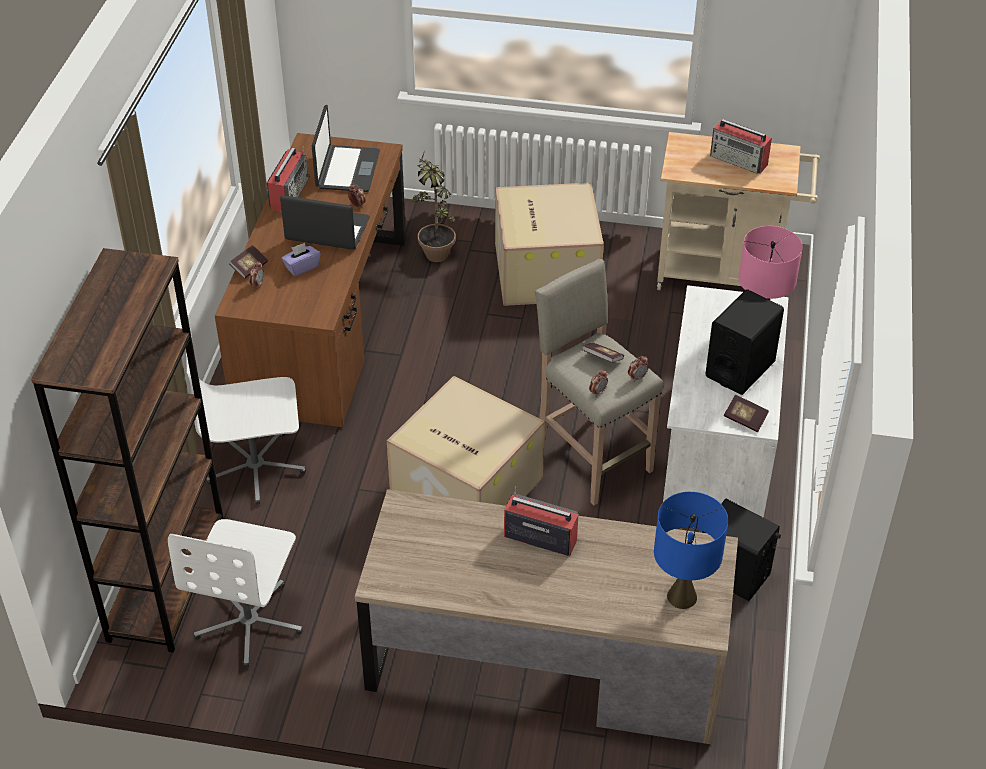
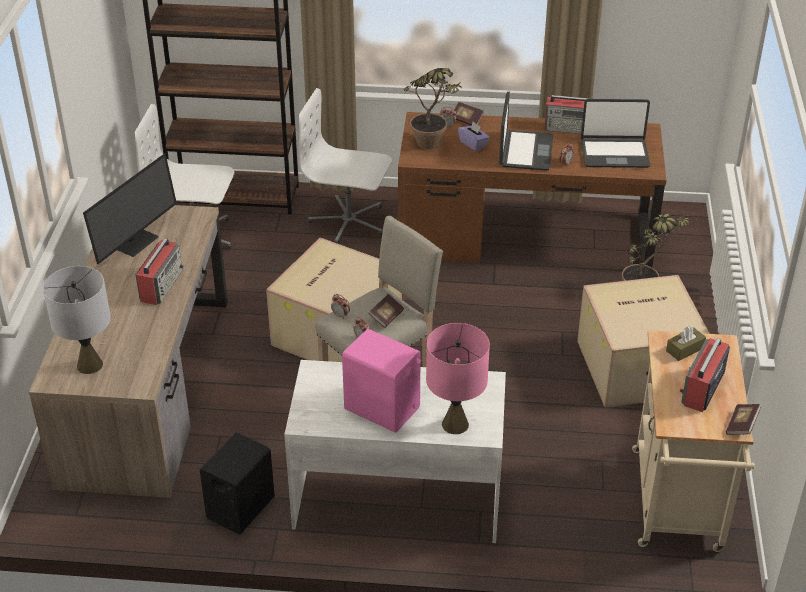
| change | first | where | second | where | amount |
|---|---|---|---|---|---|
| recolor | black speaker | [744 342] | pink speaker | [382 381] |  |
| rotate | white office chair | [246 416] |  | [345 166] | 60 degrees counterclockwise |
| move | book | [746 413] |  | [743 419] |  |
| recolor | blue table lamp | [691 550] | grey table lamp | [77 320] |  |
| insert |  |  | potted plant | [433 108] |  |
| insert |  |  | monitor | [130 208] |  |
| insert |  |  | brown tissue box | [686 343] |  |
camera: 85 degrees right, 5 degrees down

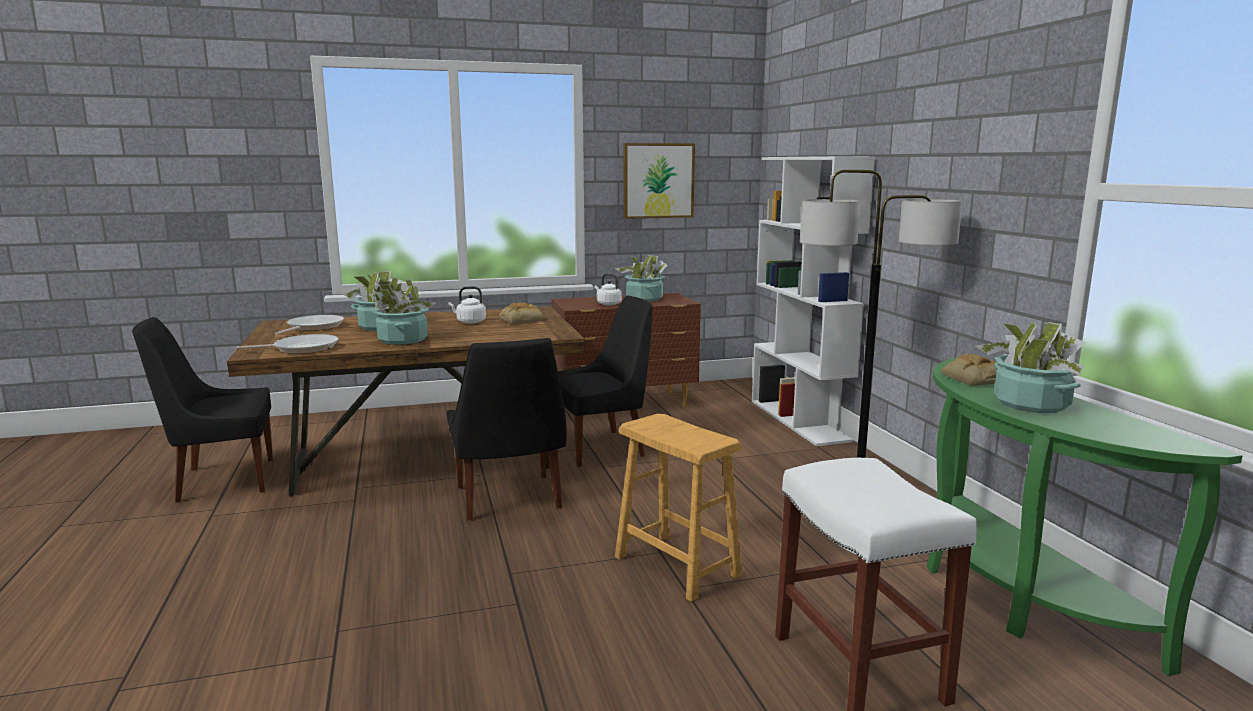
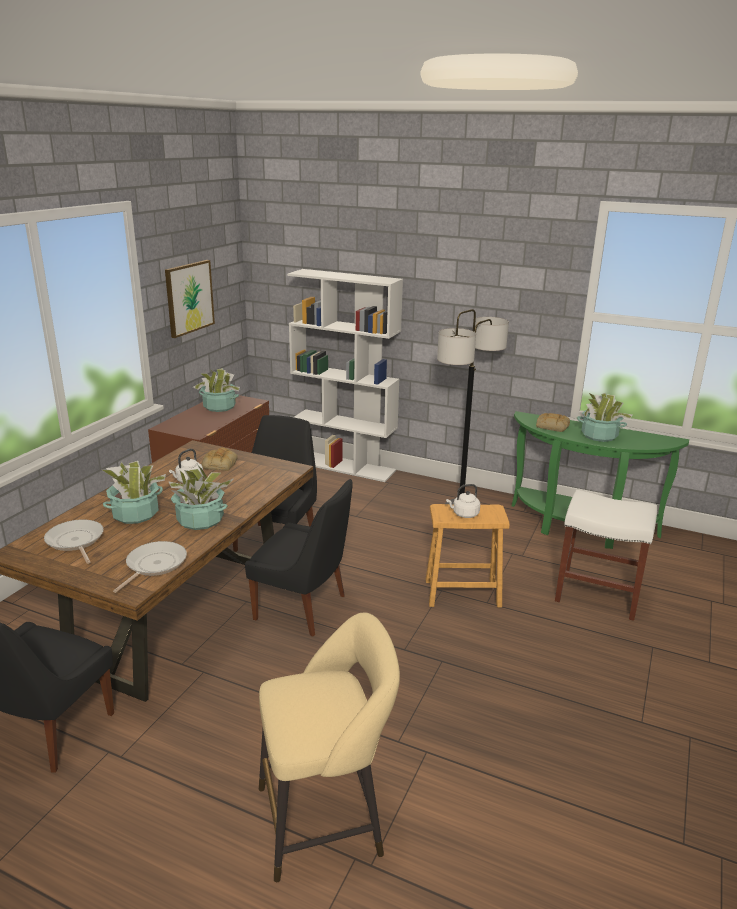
| change | first | where | second | where | amount |
|---|---|---|---|---|---|
| move | white kettle | [608 290] |  | [463 501] |  |
| insert |  |  | beige stool | [329 747] |  |
camera: 50 degrees left, 10 degrees up

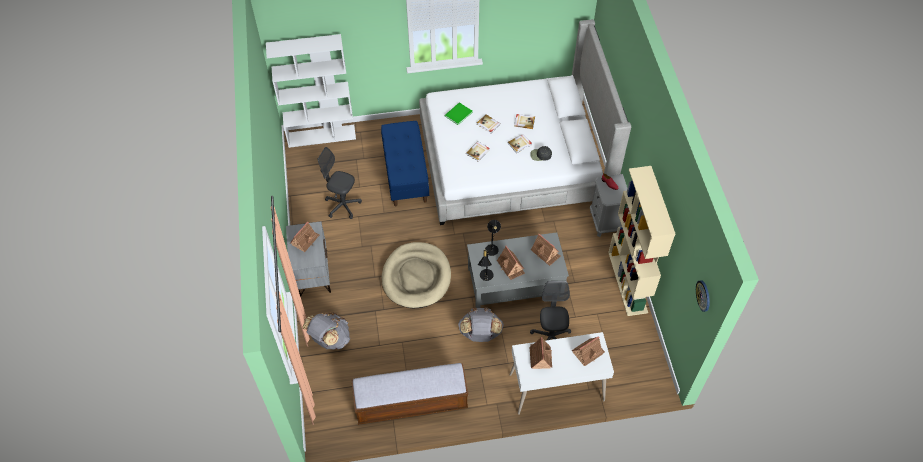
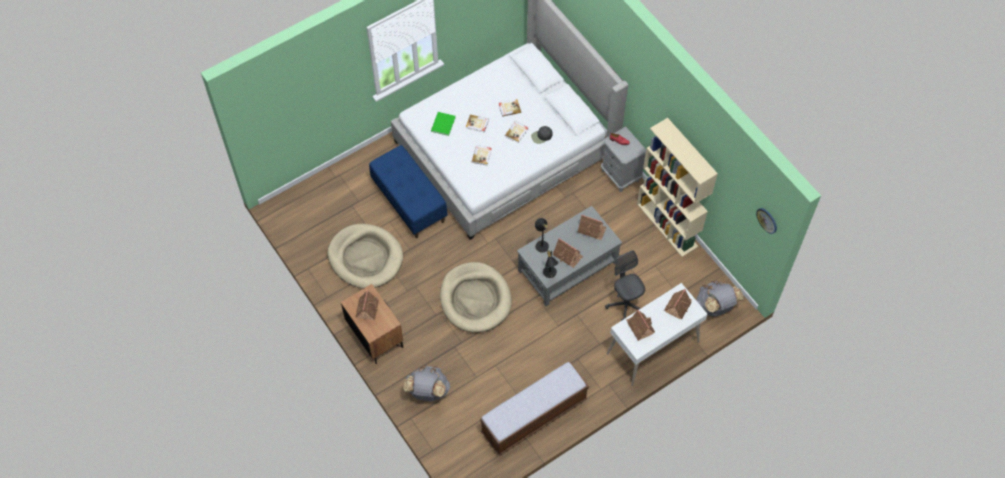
| change | first | where | second | where | amount |
|---|---|---|---|---|---|
| delete | white bookcase | [311 91] |  |  |  |
| replace | grey office chair | [340 183] | beige dog bed | [365 256] |  |
| recolor | grey nightstand | [308 259] | brown nightstand | [372 324] |  |
| move | grey backpack | [481 324] |  | [720 299] |  |
camera: 25 degrees left, 5 degrees up

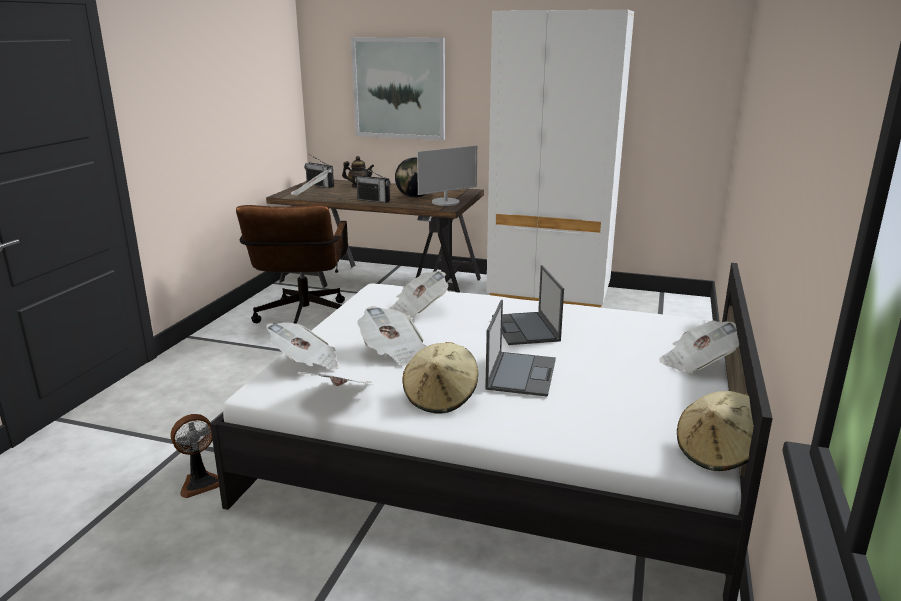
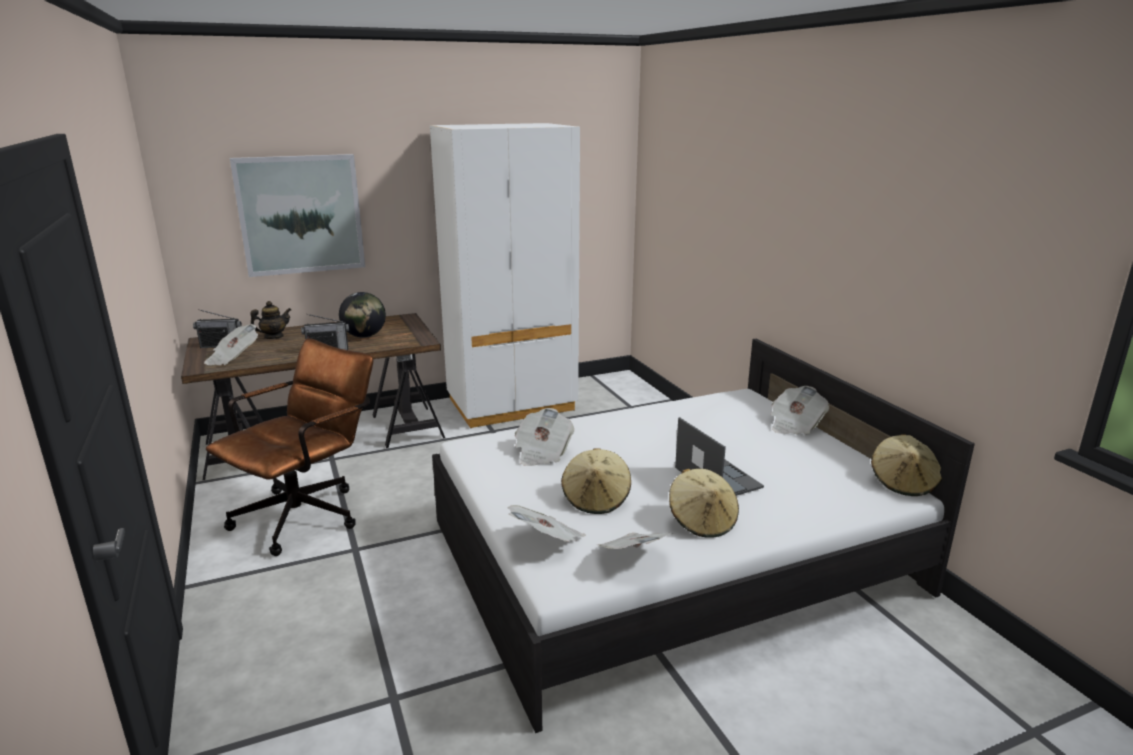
| change | first | where | second | where | amount |
|---|---|---|---|---|---|
| delete | monitor | [447 175] |  |  |  |
| rotate | brown office chair | [292 264] |  | [289 447] | 105 degrees counterclockwise |
| delete | laptop | [528 305] |  |  |  |
| replace | newspaper | [392 336] | beige hat | [596 481] |  |
| delete | fan | [195 456] |  |  |  |
camera: 40 degrees left, 0 degrees up

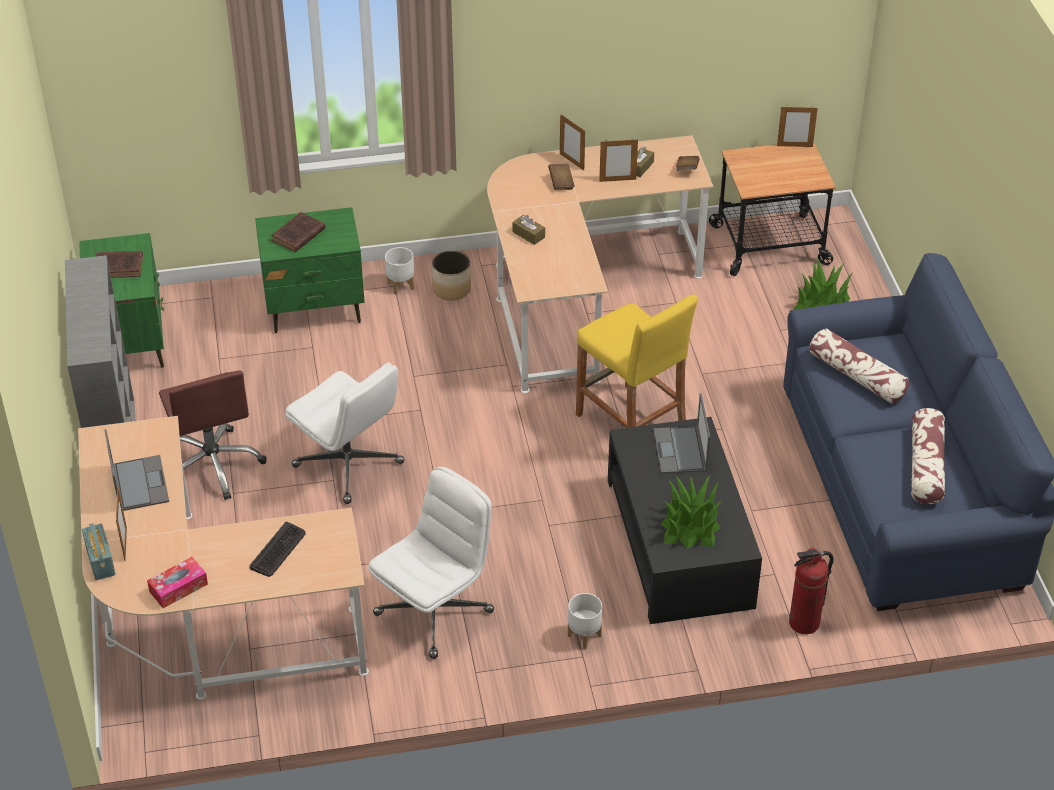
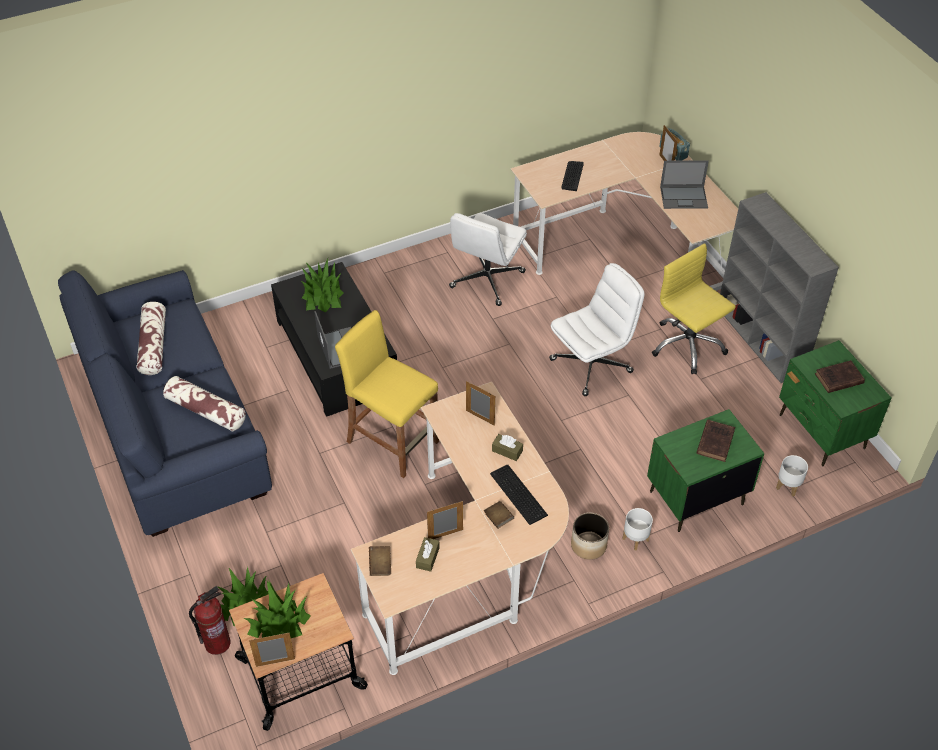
| change | first | where | second | where | amount |
|---|---|---|---|---|---|
| move | picture frame | [572 142] |  | [480 403] |  |
| rotate | white office chair | [345 433] |  | [596 329] | 120 degrees clockwise |
| recolor | brown office chair | [212 435] | yellow office chair | [694 309] |  |
| rotate | laptop | [137 470] |  | [684 184] | 60 degrees counterclockwise |
| move | fire extinguisher | [811 591] |  | [209 620] |  |
| delete | tissue box | [177 582] |  |  |  |
| move | white planter | [585 621] |  | [792 476] |  |
| insert |  |  | keyboard | [519 495] |  |
| insert |  |  | potted plant | [277 608] |  |
camera: 165 degrees right, 5 degrees up

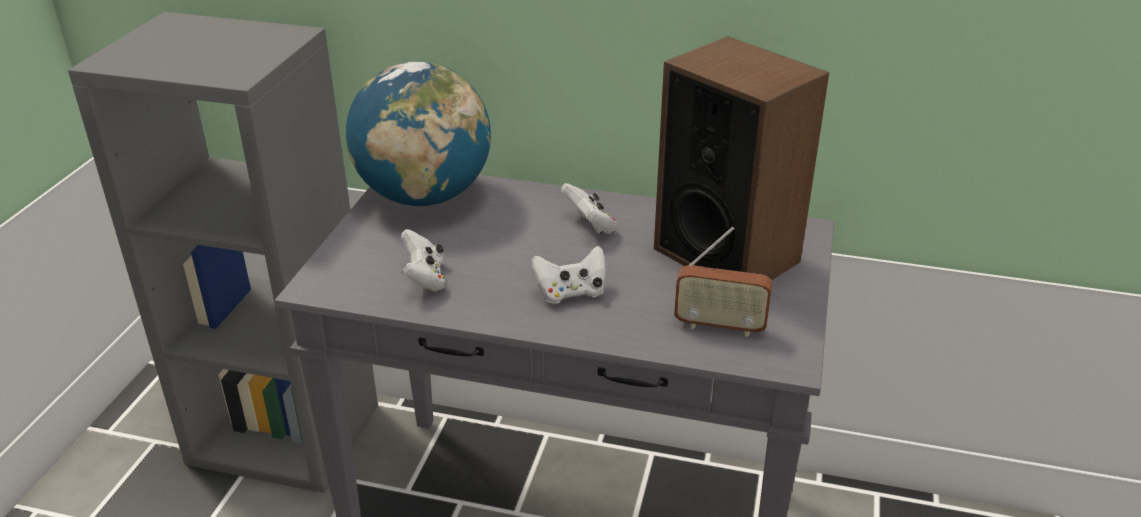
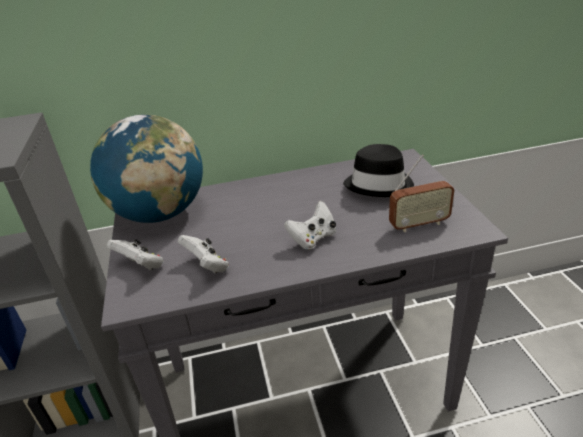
| change | first | where | second | where | amount |
|---|---|---|---|---|---|
| replace | speaker | [741 158] | black hat | [378 170] |  |
| move | white game controller | [589 208] |  | [135 255] |  |
camera: 25 degrees left, 0 degrees up

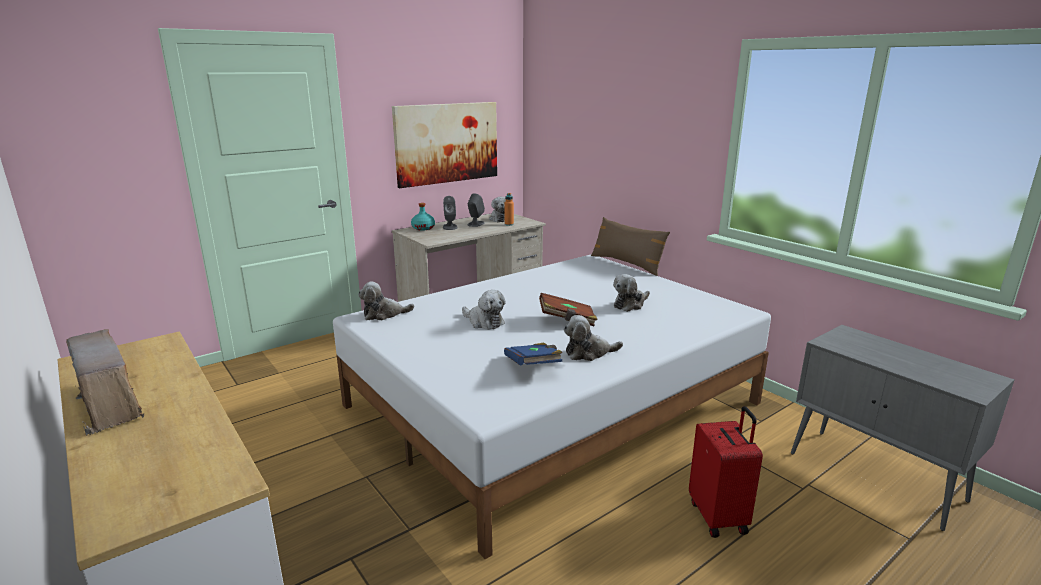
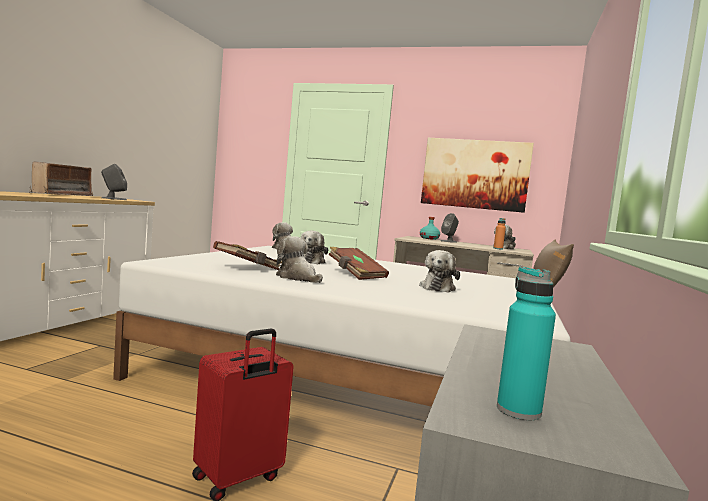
| change | first | where | second | where | amount |
|---|---|---|---|---|---|
| move | grey speaker | [476 210] |  | [114 182] |  |
| rotate | plush toy | [631 293] |  | [439 271] | 90 degrees counterclockwise |
| recolor | blue book | [533 354] | brown book | [247 255] |  |
| insert |  |  | turquoise bottle | [526 343] |  |
camera: 55 degrees right, 15 degrees down

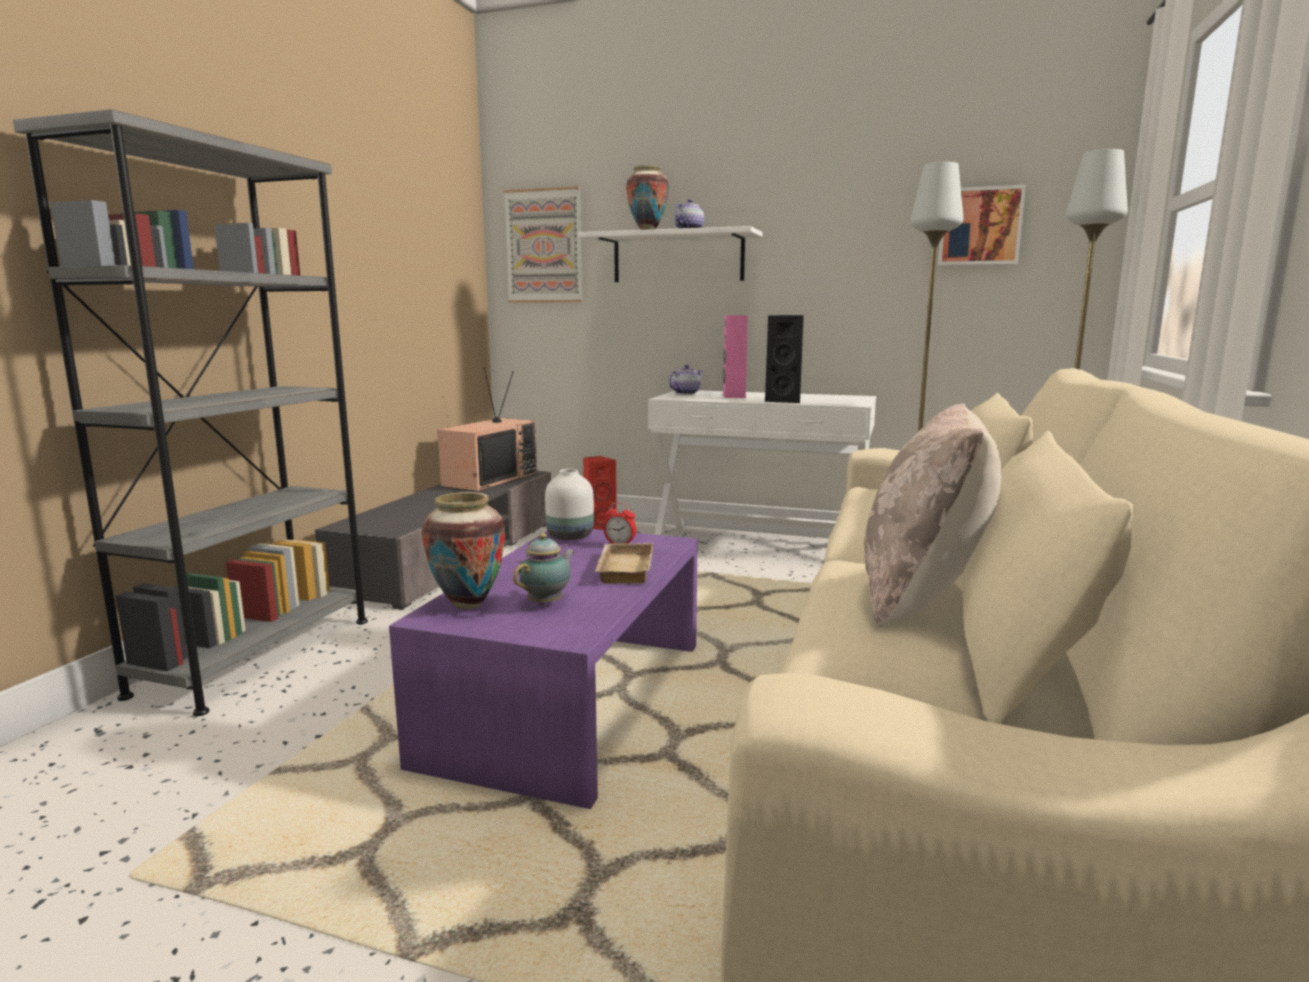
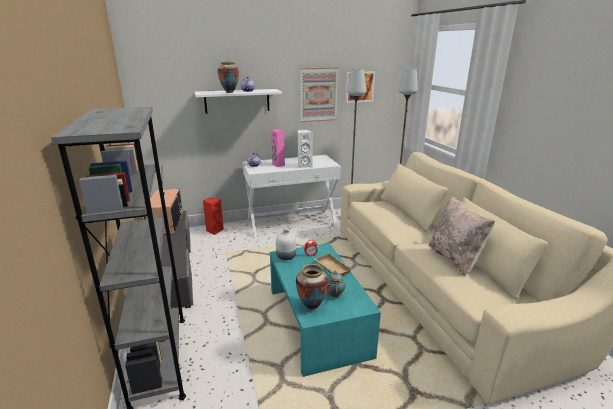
| change | first | where | second | where | amount |
|---|---|---|---|---|---|
| move | picture | [543 244] |  | [319 94] |  |
| recolor | black speaker | [784 359] | white speaker | [305 149] |  |
| recolor | purple coffee table | [543 669] | turquoise coffee table | [325 310] |  |
camera: 35 degrees left, 10 degrees up

